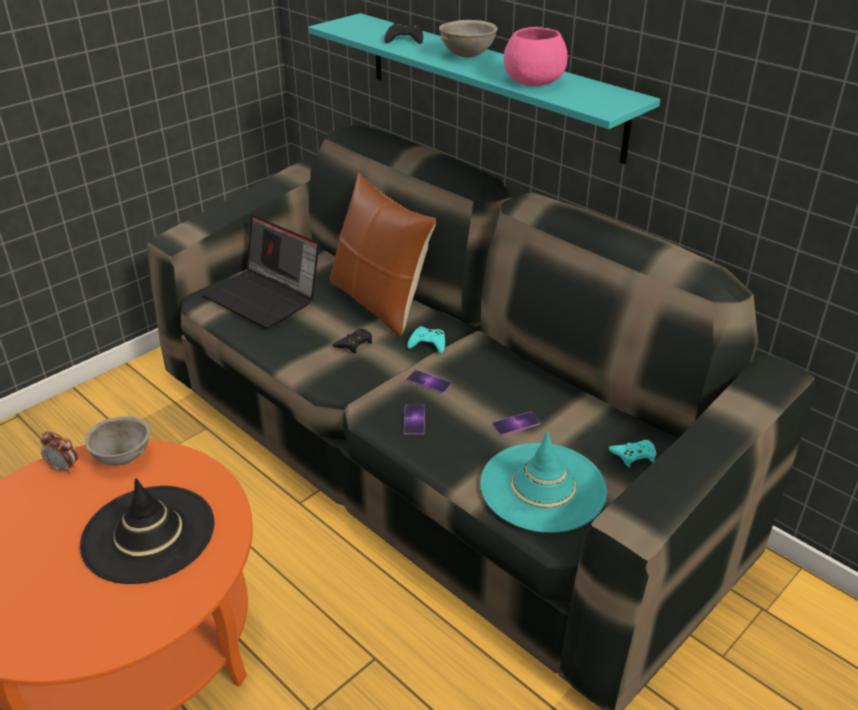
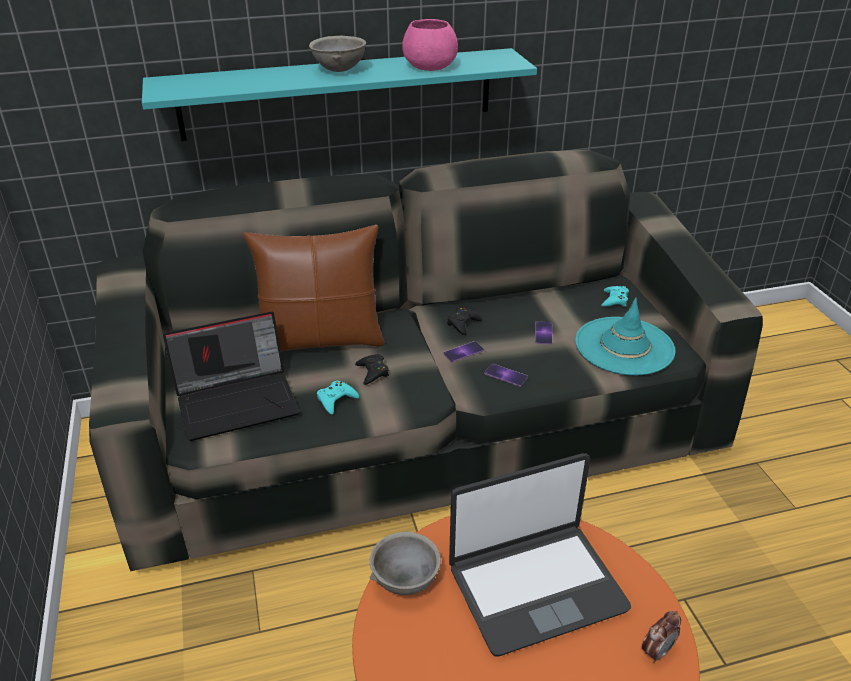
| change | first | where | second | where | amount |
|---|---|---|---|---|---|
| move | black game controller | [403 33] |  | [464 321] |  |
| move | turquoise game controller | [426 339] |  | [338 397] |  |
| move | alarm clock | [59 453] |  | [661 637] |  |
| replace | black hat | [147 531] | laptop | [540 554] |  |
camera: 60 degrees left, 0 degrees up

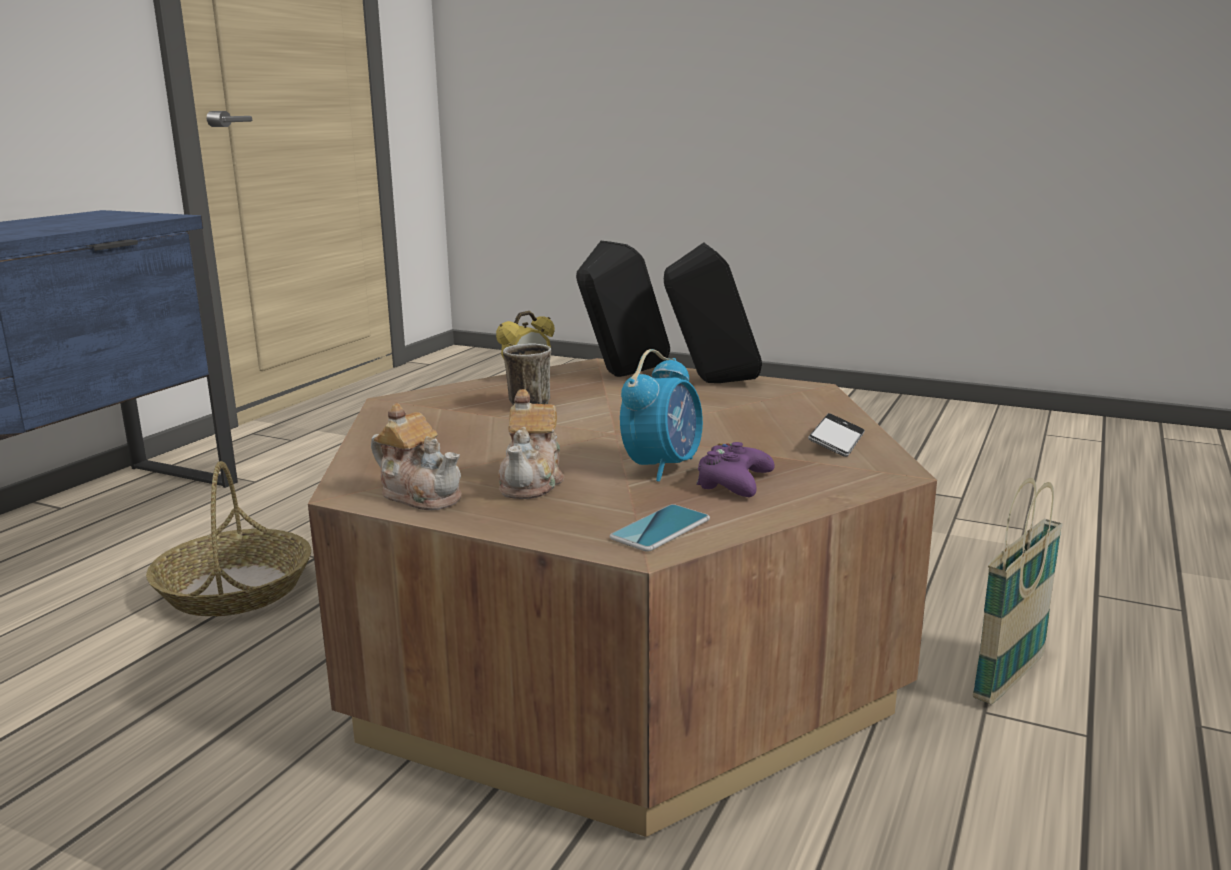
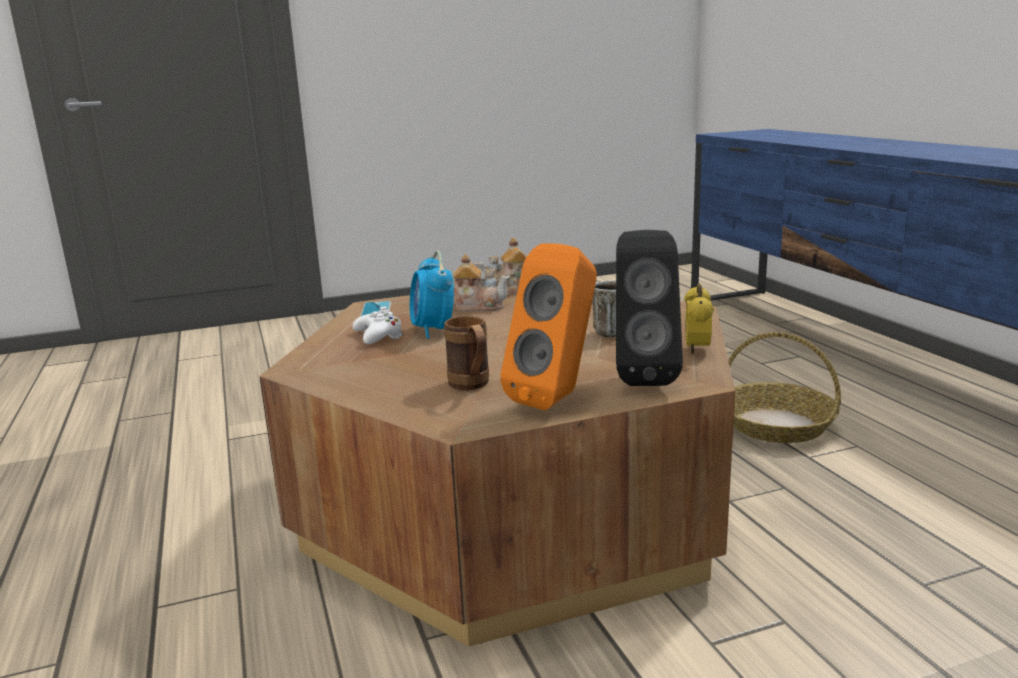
| change | first | where | second | where | amount |
|---|---|---|---|---|---|
| recolor | black speaker | [713 312] | orange speaker | [548 327] |  |
| rotate | teapot | [531 444] |  | [481 282] | 135 degrees clockwise |
| delete | phone | [836 435] |  |  |  |
| recolor | purple game controller | [735 469] | white game controller | [378 325] |  |
| delete | basket | [1018 591] |  |  |  |
| insert |  |  | brown mug | [466 353] |  |
camera: 135 degrees right, 0 degrees up

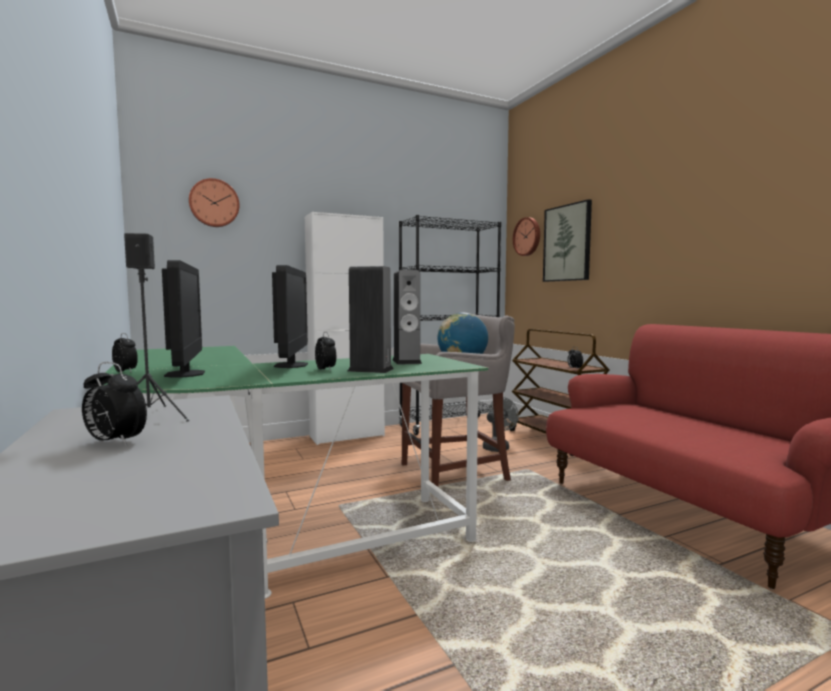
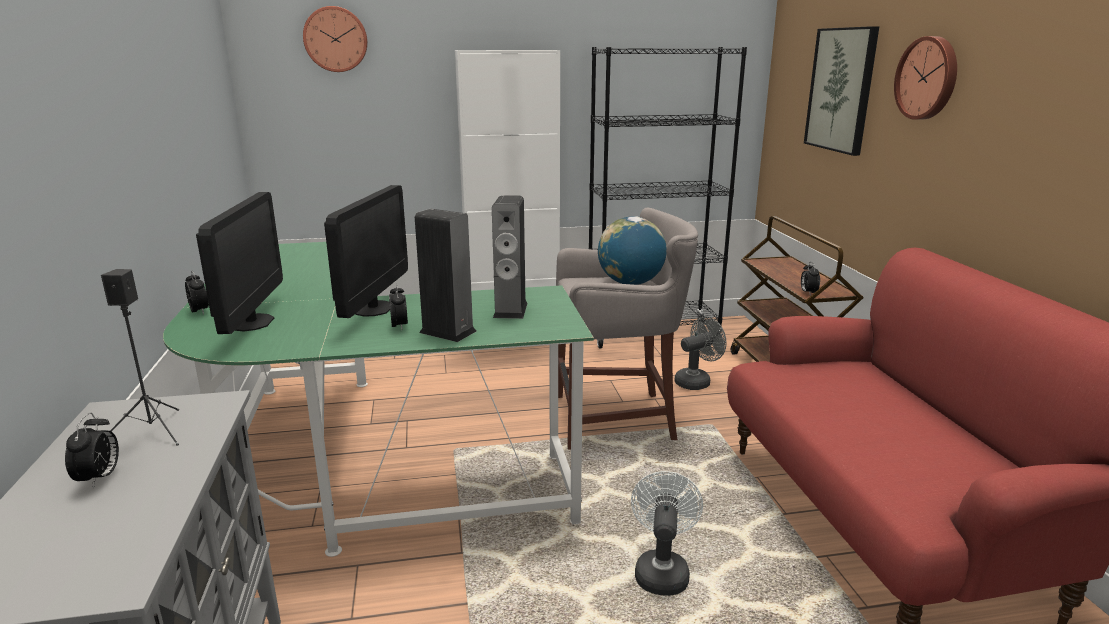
| change | first | where | second | where | amount |
|---|---|---|---|---|---|
| move | wall clock | [526 236] |  | [925 78] |  |
| rotate | alarm clock | [114 404] |  | [92 450] | 135 degrees counterclockwise |
| insert |  |  | white fan | [667 533] |  |
camera: 15 degrees right, 15 degrees up

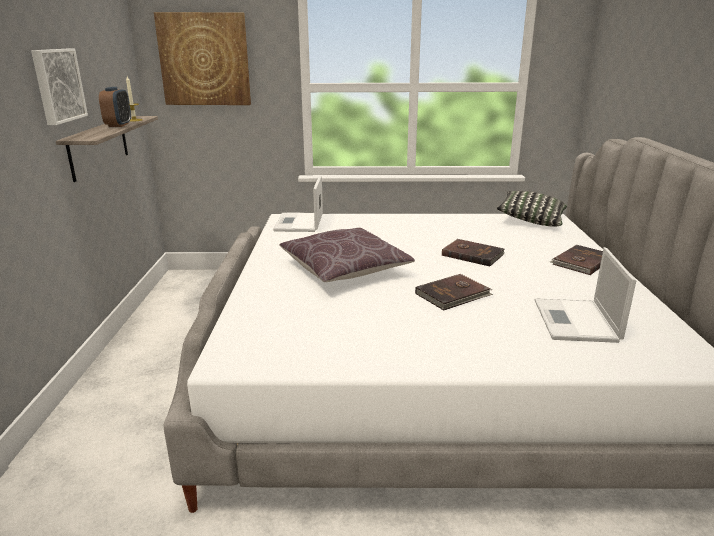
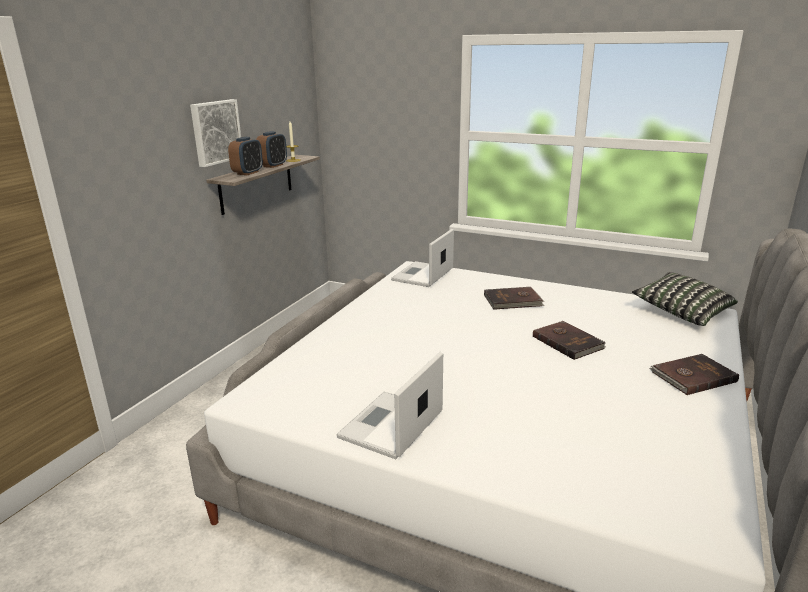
| change | first | where | second | where | amount |
|---|---|---|---|---|---|
| delete | picture | [202 58] |  |  |  |
| delete | brown pillow | [347 255] |  |  |  |
| move | laptop | [585 295] |  | [389 405] |  |
| move | brown book | [454 292] |  | [514 298] |  |
| insert |  |  | alarm clock | [245 156] |  |
camera: 25 degrees right, 0 degrees up

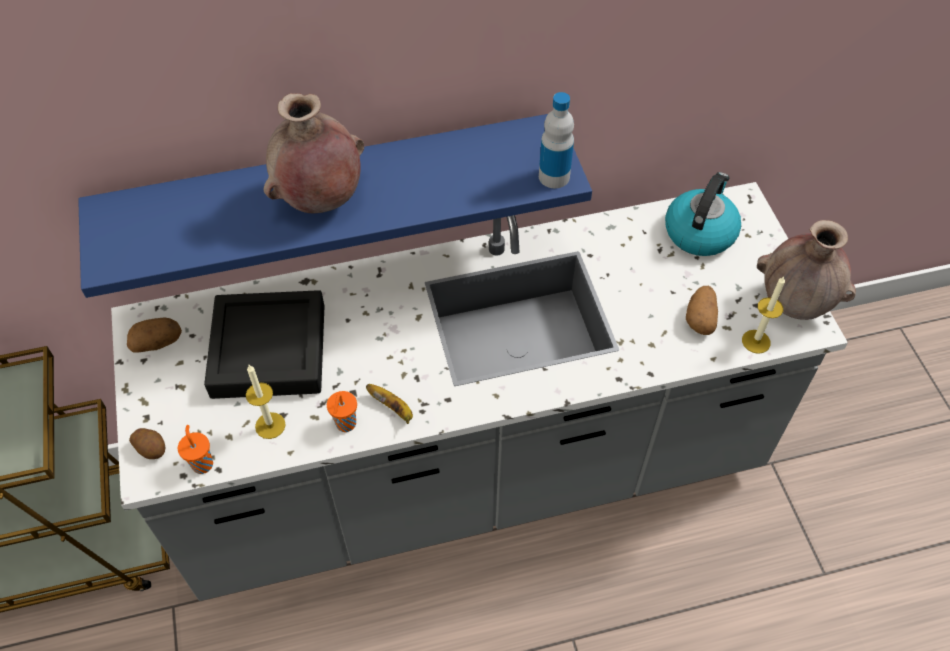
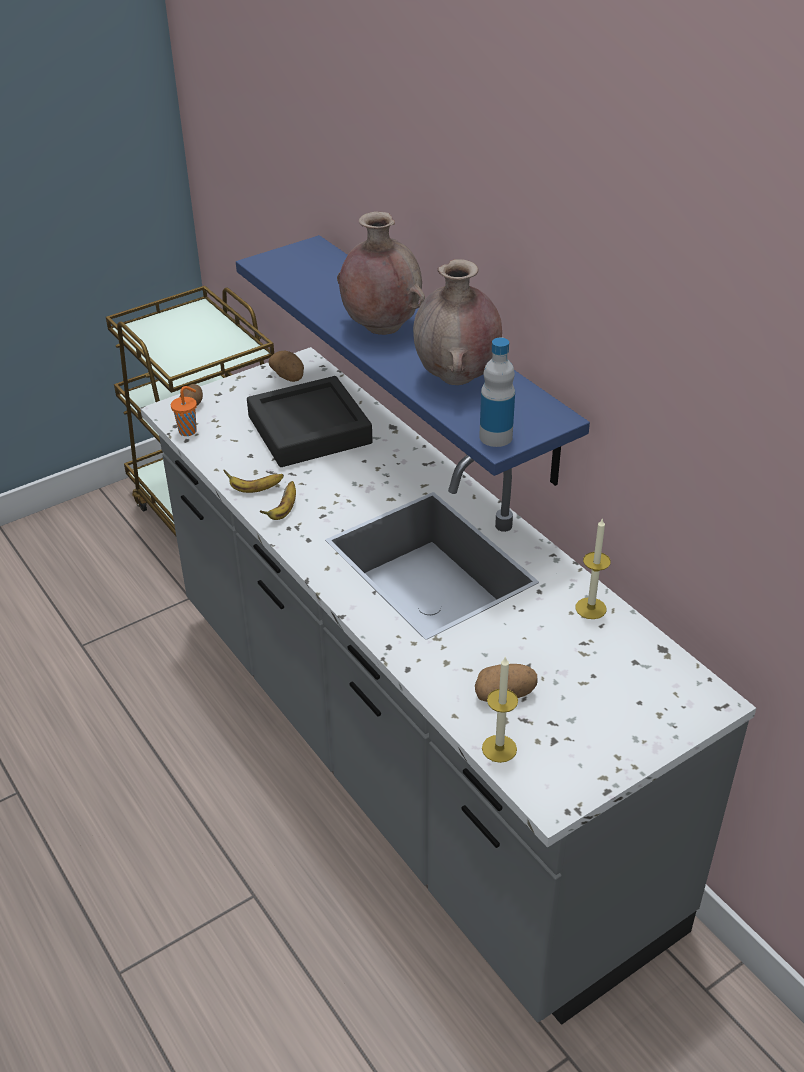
| change | first | where | second | where | amount |
|---|---|---|---|---|---|
| delete | kettle | [703 214] |  |  |  |
| move | brown vase | [806 270] |  | [457 322] |  |
| move | candle | [266 402] |  | [593 569] |  |
| replace | orange cup | [342 411] | banana | [254 481] |  |
camera: 70 degrees right, 15 degrees down

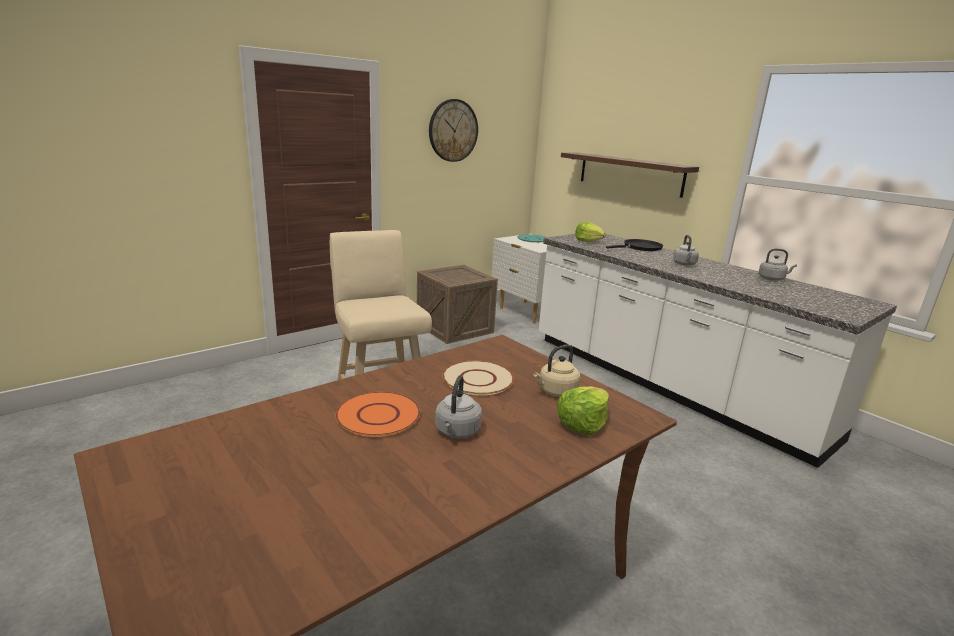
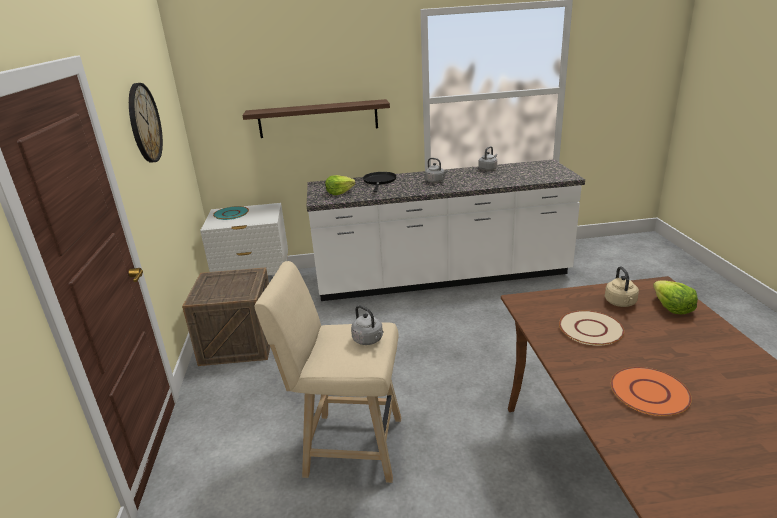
| change | first | where | second | where | amount |
|---|---|---|---|---|---|
| move | grey kettle | [458 406] |  | [367 325] |  |
camera: 55 degrees left, 5 degrees up

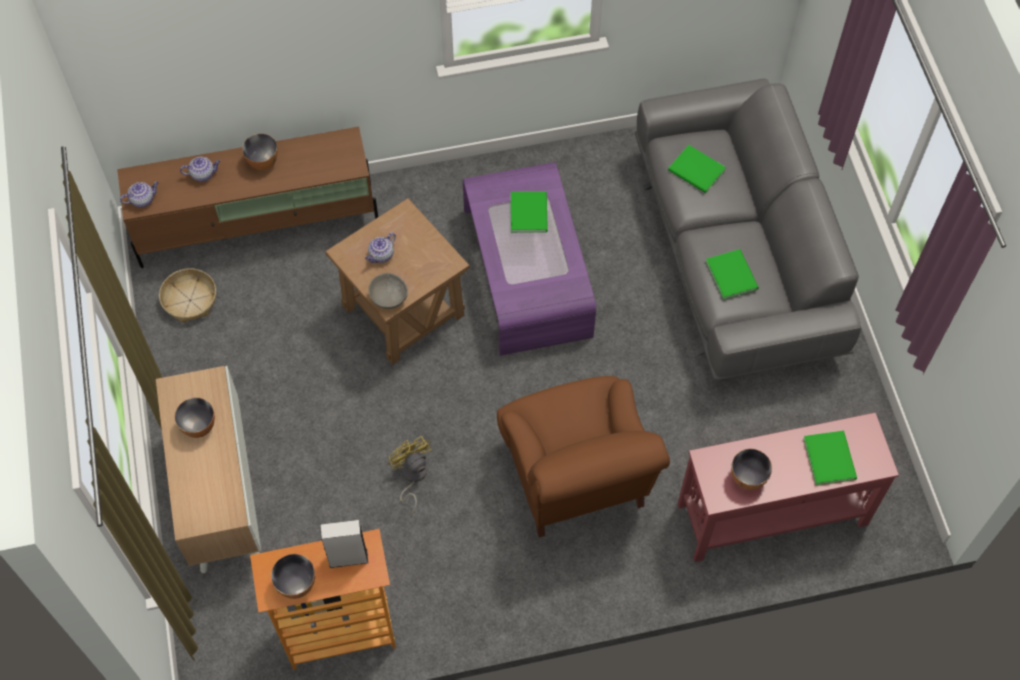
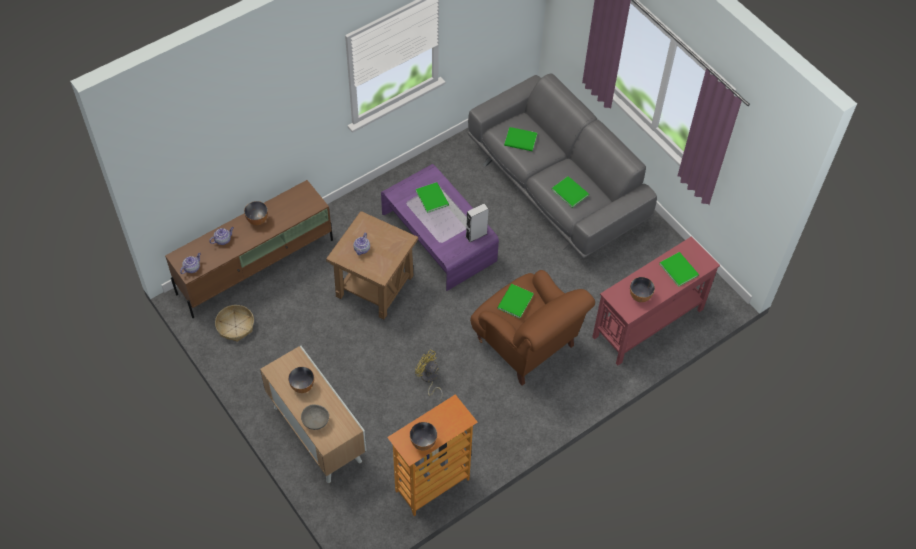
| change | first | where | second | where | amount |
|---|---|---|---|---|---|
| move | grey bowl | [388 291] |  | [315 417] |  |
| move | grey speaker | [344 544] |  | [477 222] |  |
| insert |  |  | green book | [515 301] |  |
camera: 25 degrees left, 5 degrees down

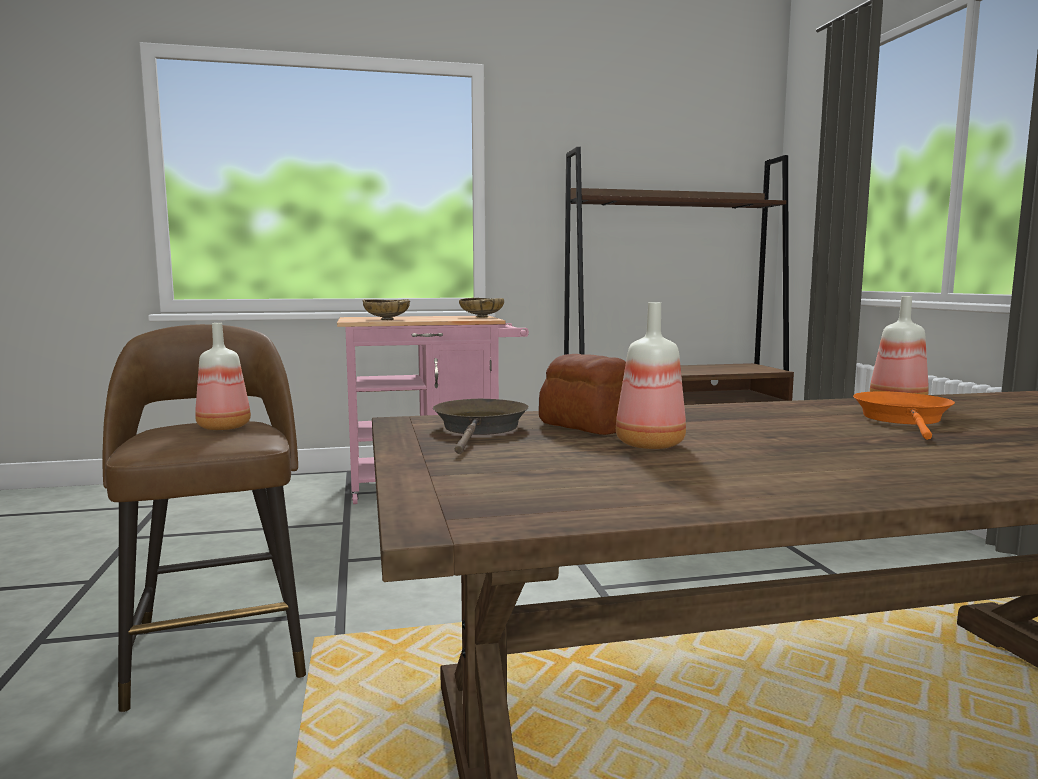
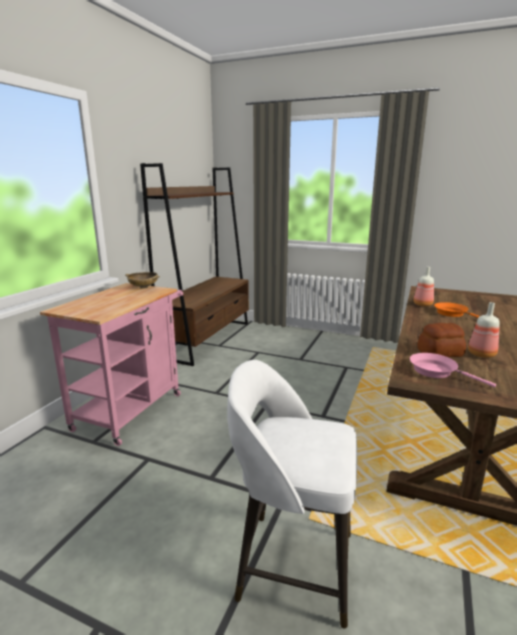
| change | first | where | second | where | amount |
|---|---|---|---|---|---|
| delete | beige bowl | [386 309] |  |  |  |
| delete | bottle | [223 376] |  |  |  |
| recolor | brown stool | [204 518] | white stool | [292 494] |  |
| recolor | brown frying pan | [481 426] | pink frying pan | [453 370] |  |
camera: 55 degrees left, 10 degrees up

